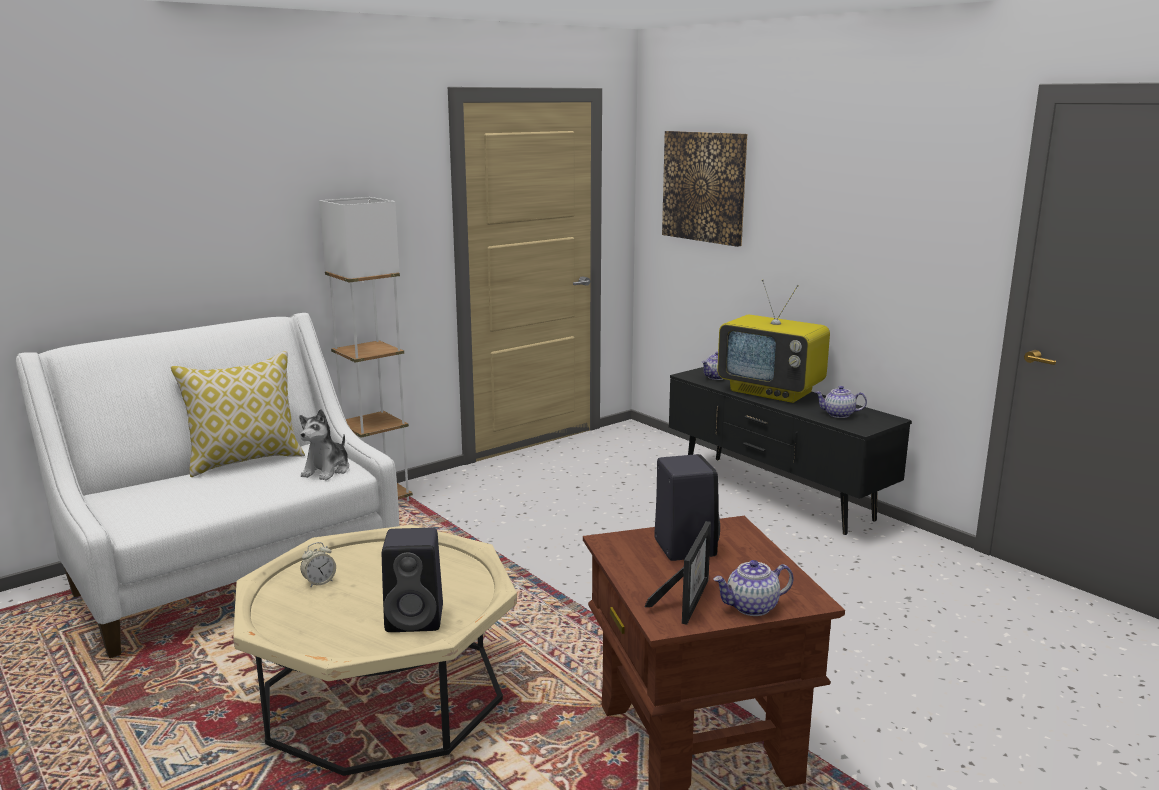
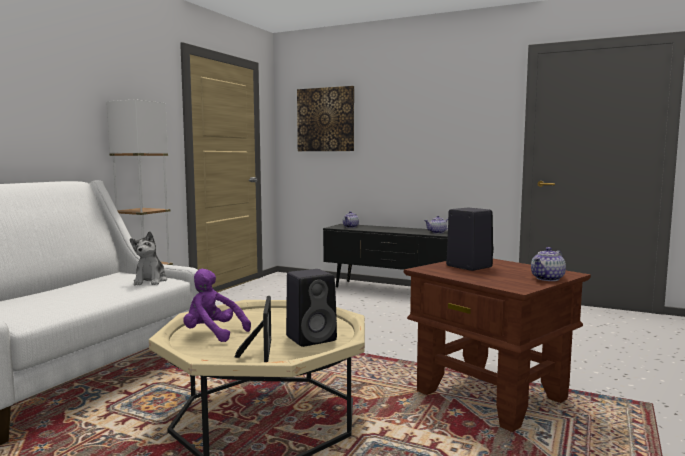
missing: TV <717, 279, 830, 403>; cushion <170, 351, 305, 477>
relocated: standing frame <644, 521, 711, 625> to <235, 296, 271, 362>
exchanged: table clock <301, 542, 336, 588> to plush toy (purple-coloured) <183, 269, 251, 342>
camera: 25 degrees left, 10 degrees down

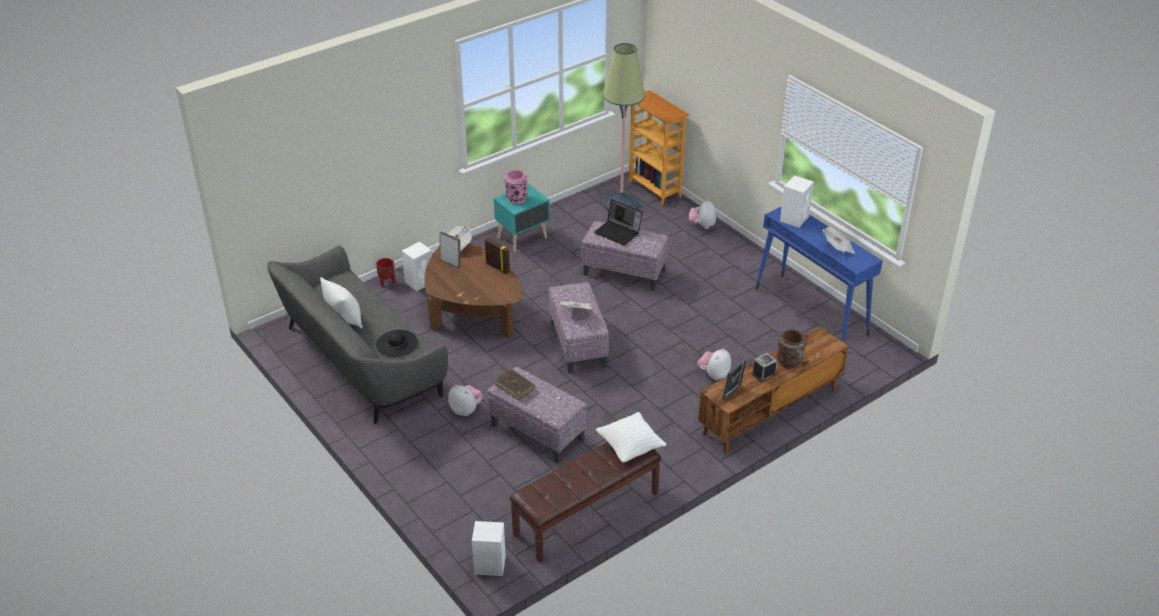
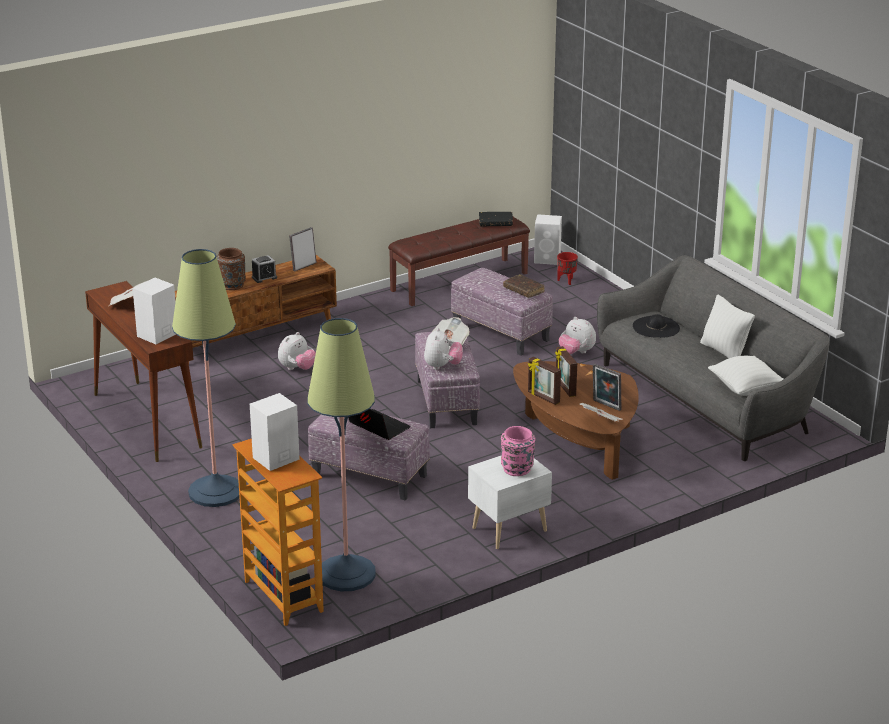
appeared: bound book (black) <479, 212, 513, 227>; standard lamp <172, 249, 240, 507>; standing frame <555, 346, 577, 397>
relocated: plush toy <689, 200, 716, 229> to <424, 328, 463, 370>; speaker (whitish) <402, 242, 432, 291> to <250, 393, 300, 471>; flower pot (red-coloured) <376, 258, 395, 287> to <557, 252, 578, 285>; cushion (whitish) <596, 412, 666, 463> to <708, 356, 783, 396>
colour: nightstand (blue-green) <494, 184, 550, 252> to nightstand (whitish) <468, 456, 552, 549>; hall table (bluish) <755, 207, 883, 342> to hall table (brownish) <85, 281, 202, 462>
camera: 175 degrees left, 10 degrees down

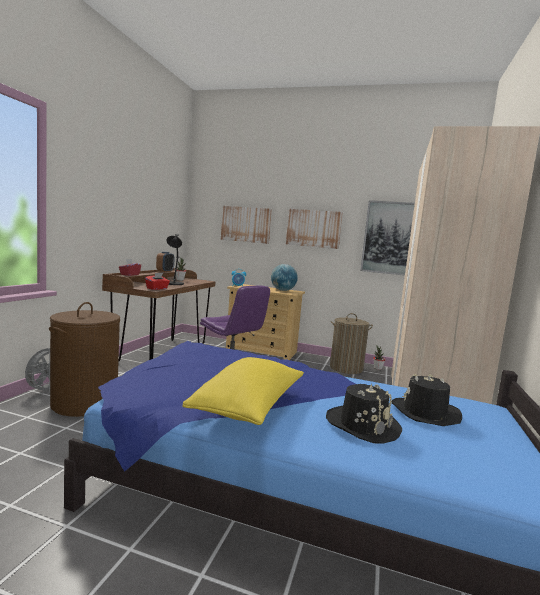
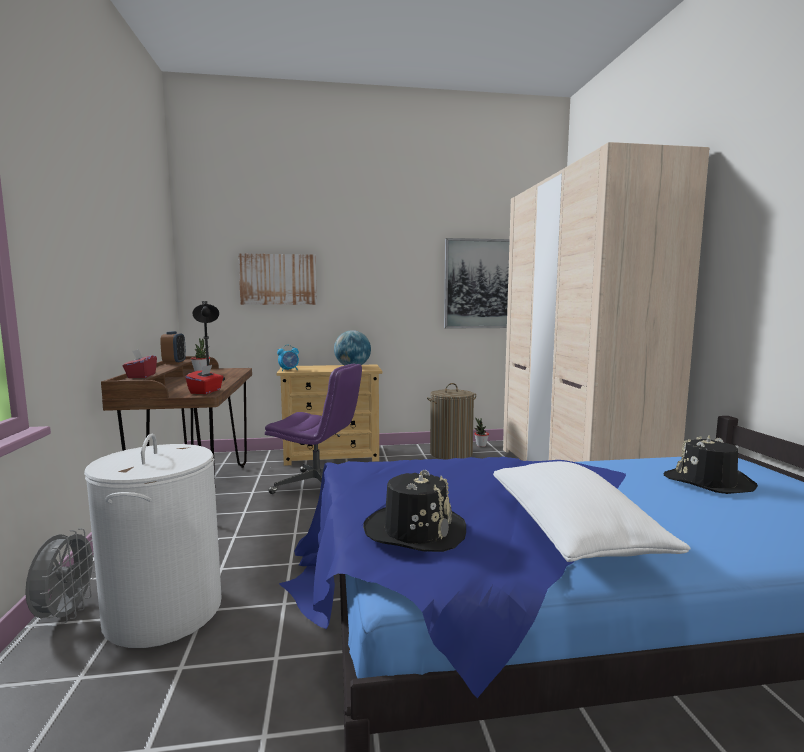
missing: picture <286, 209, 343, 249>
relocated: hat (black) <326, 384, 402, 444> to <363, 470, 466, 552>
colour: washing basket (brownish) <49, 302, 120, 417> to washing basket (whitish) <84, 434, 222, 648>; cushion (yellow-coloured) <182, 357, 304, 425> to cushion (whitish) <493, 461, 691, 562>
camera: 25 degrees left, 0 degrees up

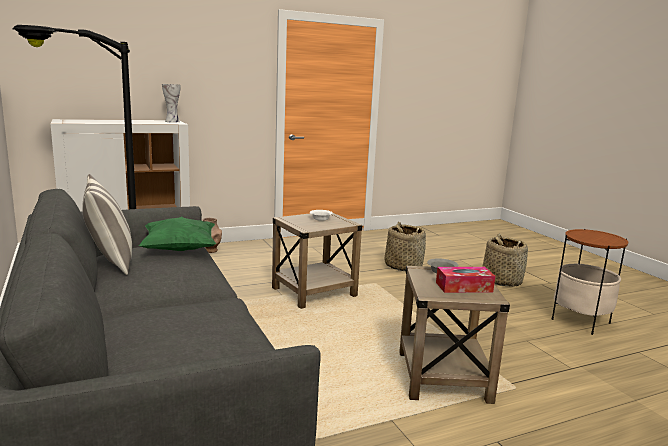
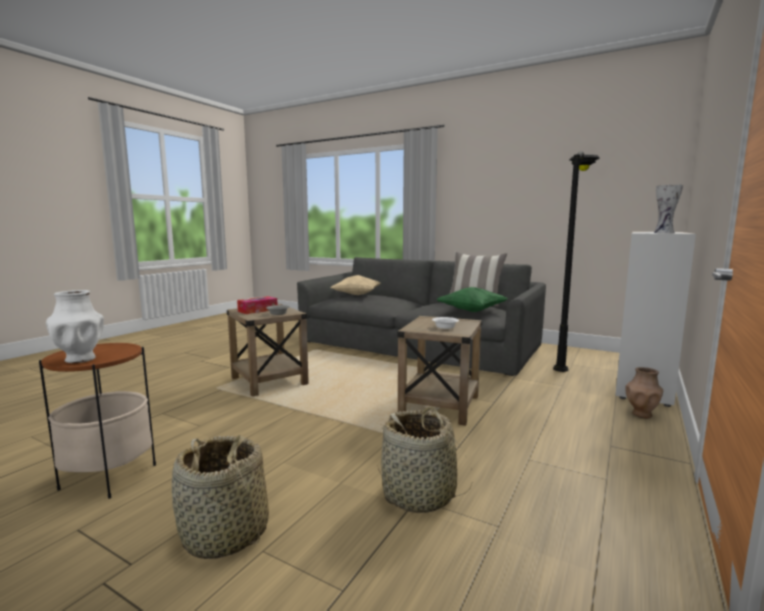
appeared: cushion (sand-coloured) <330, 275, 381, 295>; decorative vase (whitish) <46, 290, 104, 363>
camera: 145 degrees right, 5 degrees down

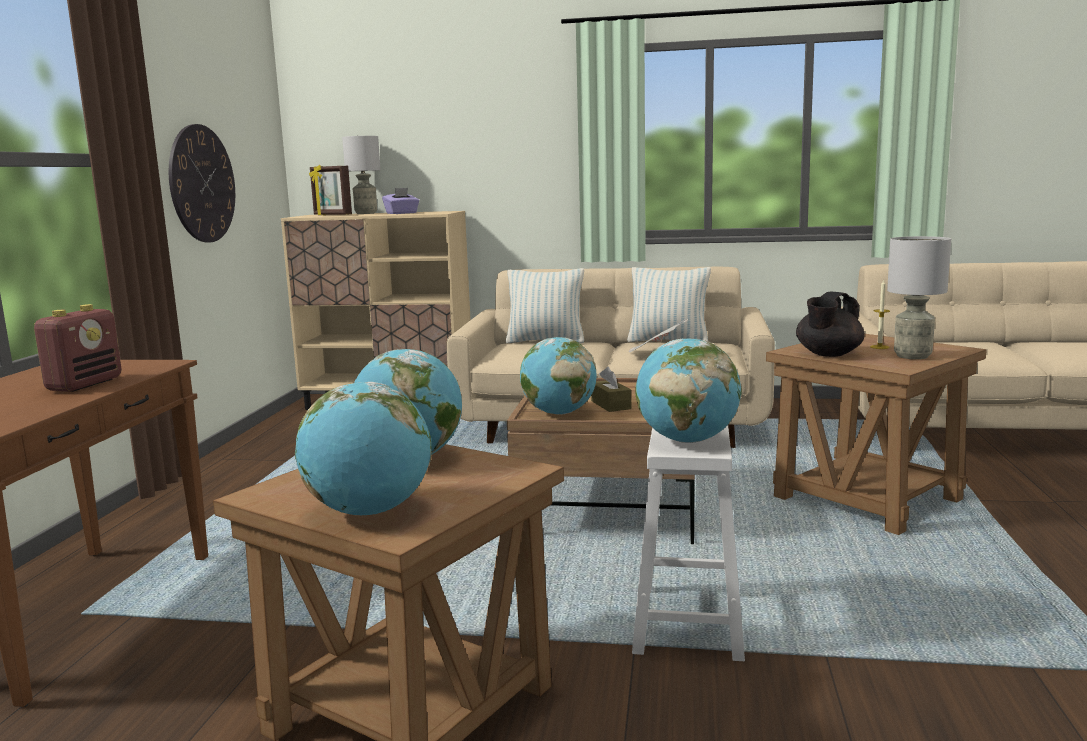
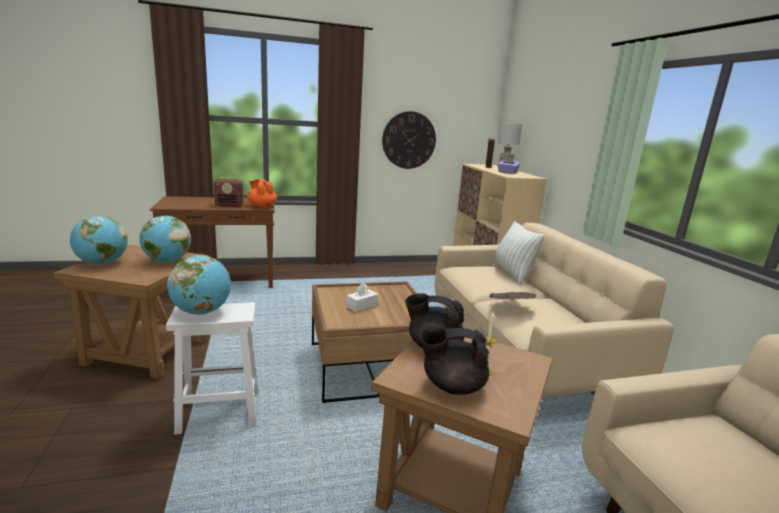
missing: cushion <627, 267, 711, 342>; world globe <520, 337, 597, 415>
appeared: pot for tea (orange-coloured) <247, 179, 277, 208>
exchanged: lamp for a table (grey) <887, 236, 951, 359> to pot for tea (black) <420, 327, 489, 395>
colour: tissue holder (brownish) <591, 367, 631, 412> to tissue holder (whitish) <346, 283, 379, 312>
camera: 65 degrees right, 5 degrees up

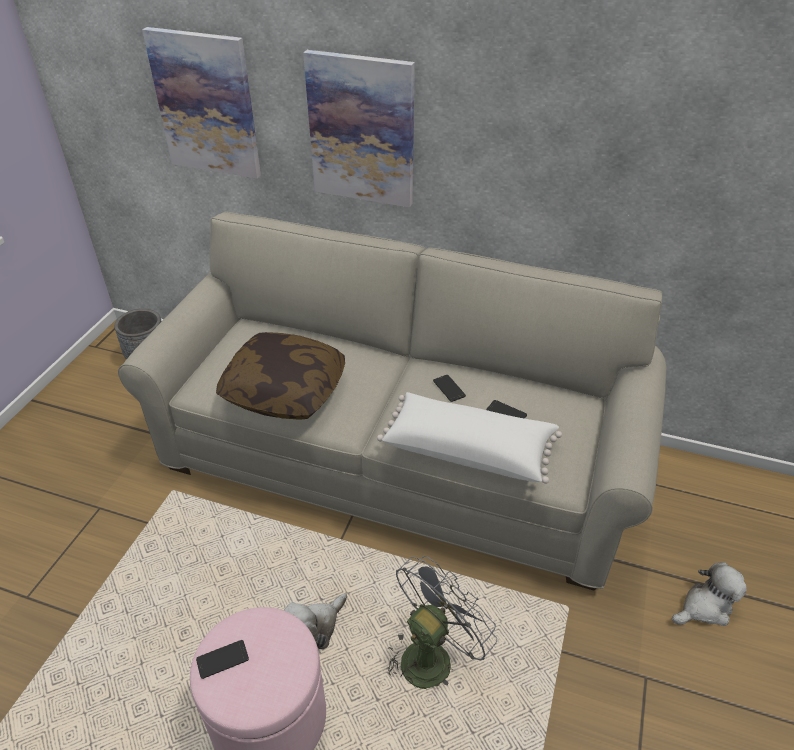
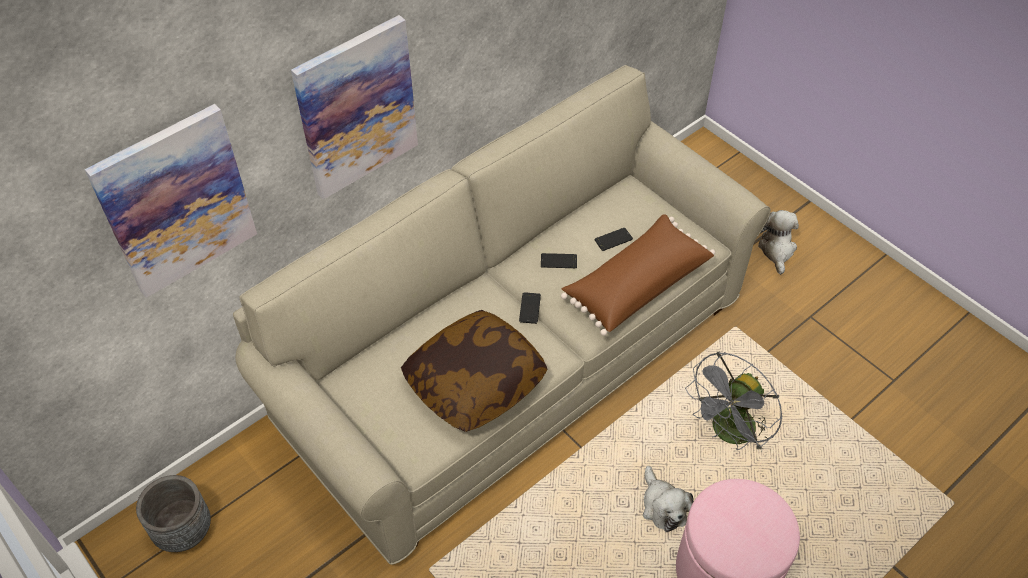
relocated: phone <196, 640, 249, 679> to <519, 292, 541, 324>
colour: cushion (whitish) <377, 392, 562, 484> to cushion (brownish) <561, 214, 715, 336>
spun: fan (grey) <388, 556, 497, 689> = <685, 352, 782, 451> 120 degrees counterclockwise
camera: 60 degrees left, 10 degrees up

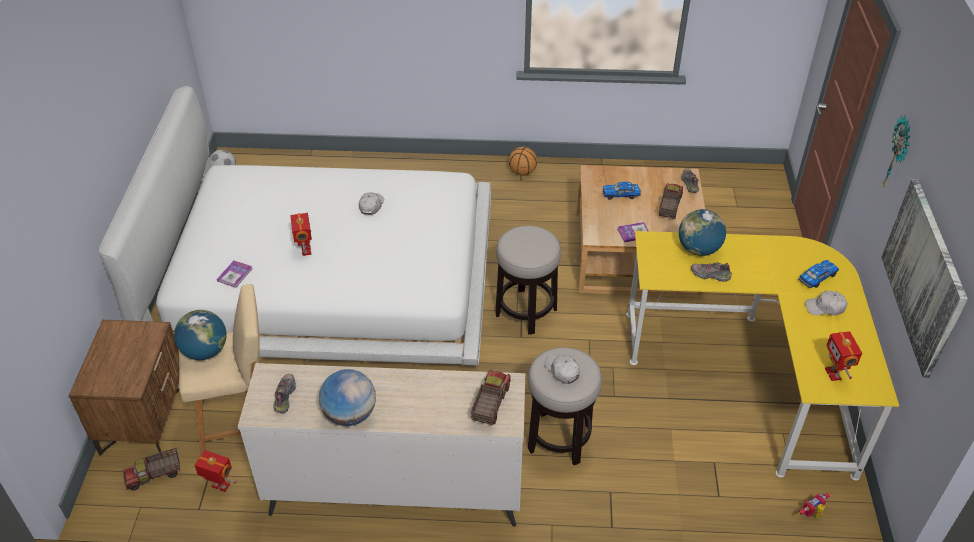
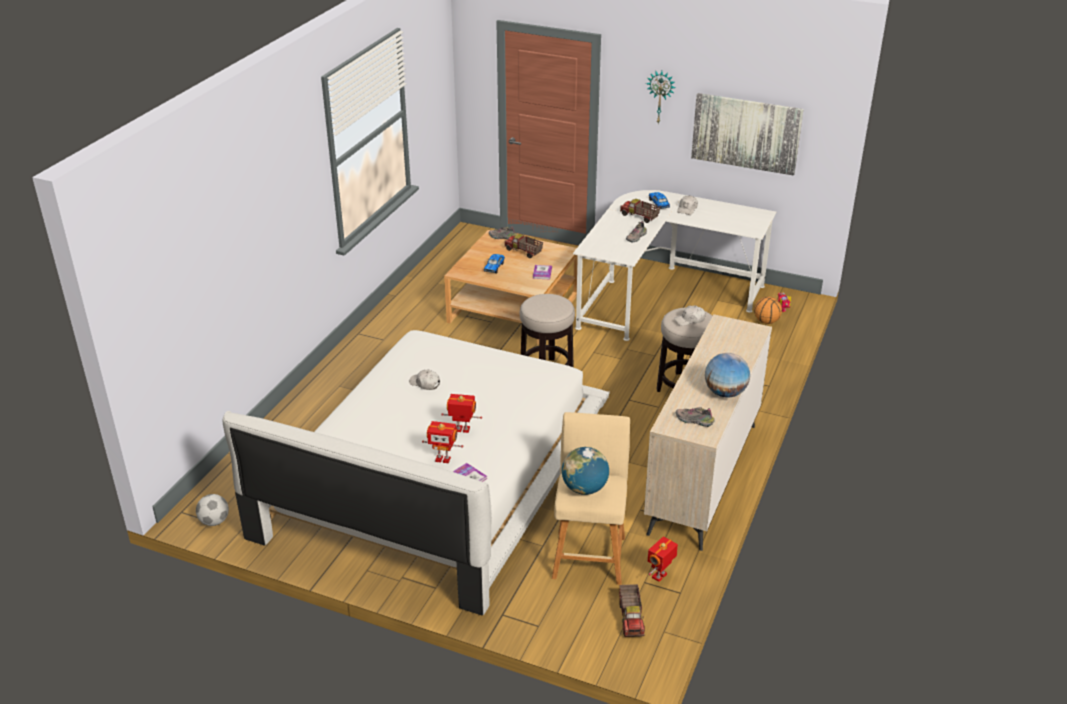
missing: world globe <679, 209, 726, 256>; nightstand (brownish) <69, 320, 179, 457>
relocated: basketball <509, 147, 537, 176> to <754, 297, 782, 324>; robot figure <825, 331, 862, 381> to <422, 421, 463, 464>; toy truck <471, 370, 511, 425> to <620, 199, 661, 223>
colour: desk unit (yellow-coloured) <626, 231, 899, 481> to desk unit (whitish) <573, 190, 776, 341>
camera: 70 degrees left, 10 degrees down

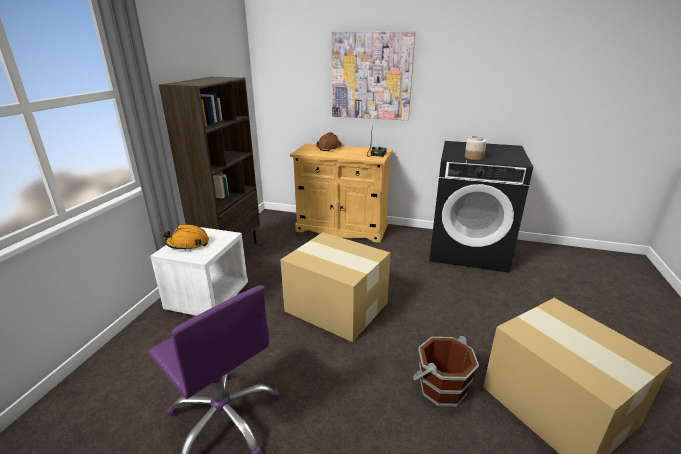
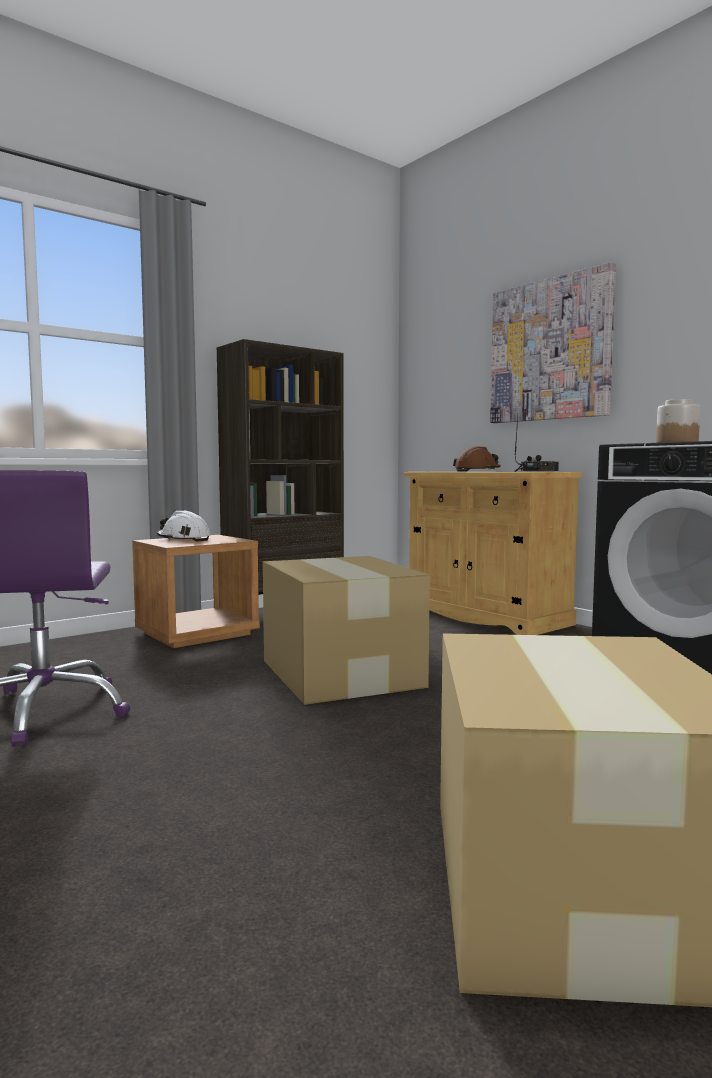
missing: bucket (brownish) <413, 336, 479, 407>
colour: hard hat (orange-coloured) <163, 225, 209, 251> to hard hat (whitish) <157, 511, 211, 542>; nightstand (whitish) <150, 227, 248, 316> to nightstand (brownish) <132, 535, 260, 648>
camera: 35 degrees right, 20 degrees down

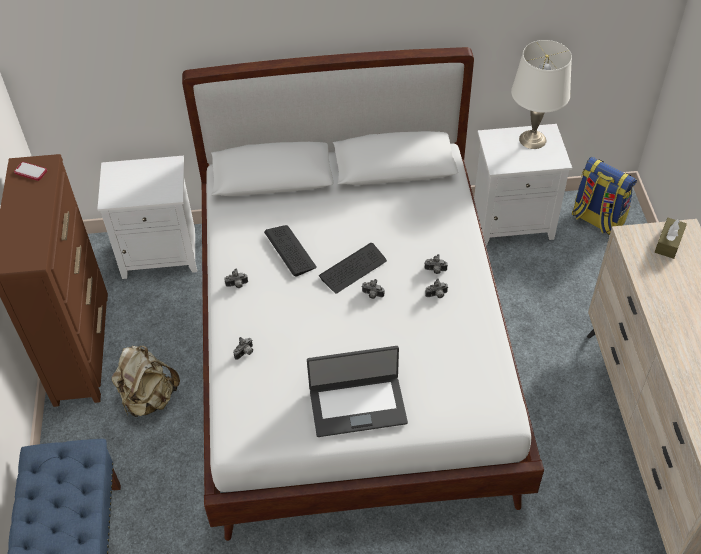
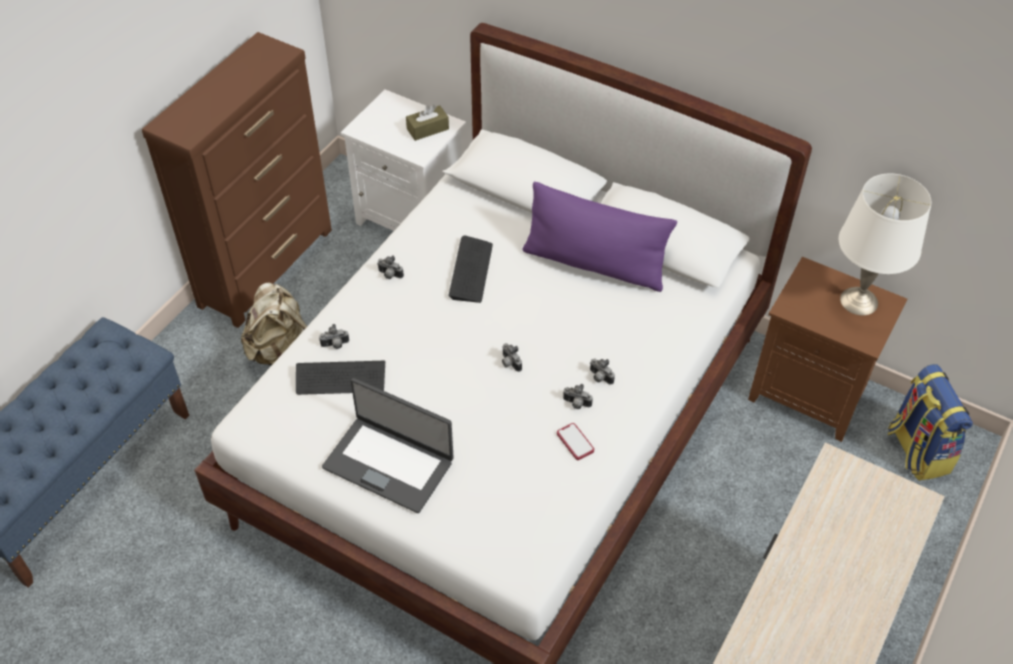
appeared: cushion (purple-coloured) <523, 182, 677, 292>
relocated: phone <14, 162, 47, 181> to <557, 423, 594, 460>; tissue holder (brownish) <655, 218, 687, 259> to <406, 104, 449, 141>; computer keyboard <319, 243, 387, 294> to <296, 361, 385, 395>
colour: nightstand (whitish) <474, 124, 572, 246> to nightstand (brownish) <748, 257, 907, 442>
camera: 35 degrees right, 0 degrees up

